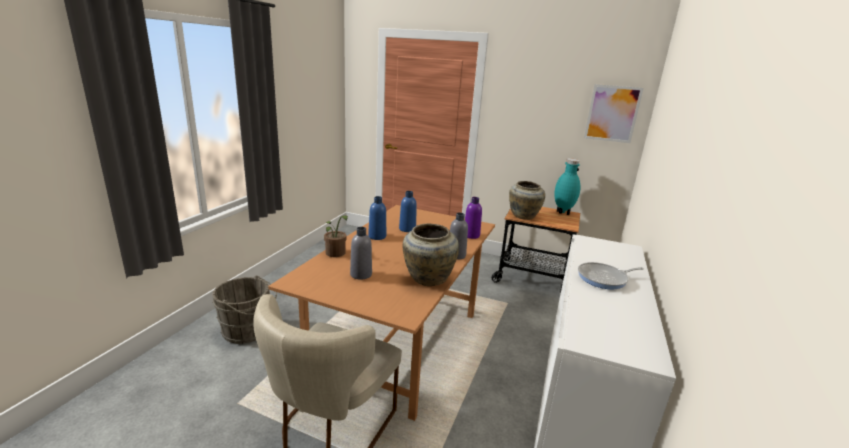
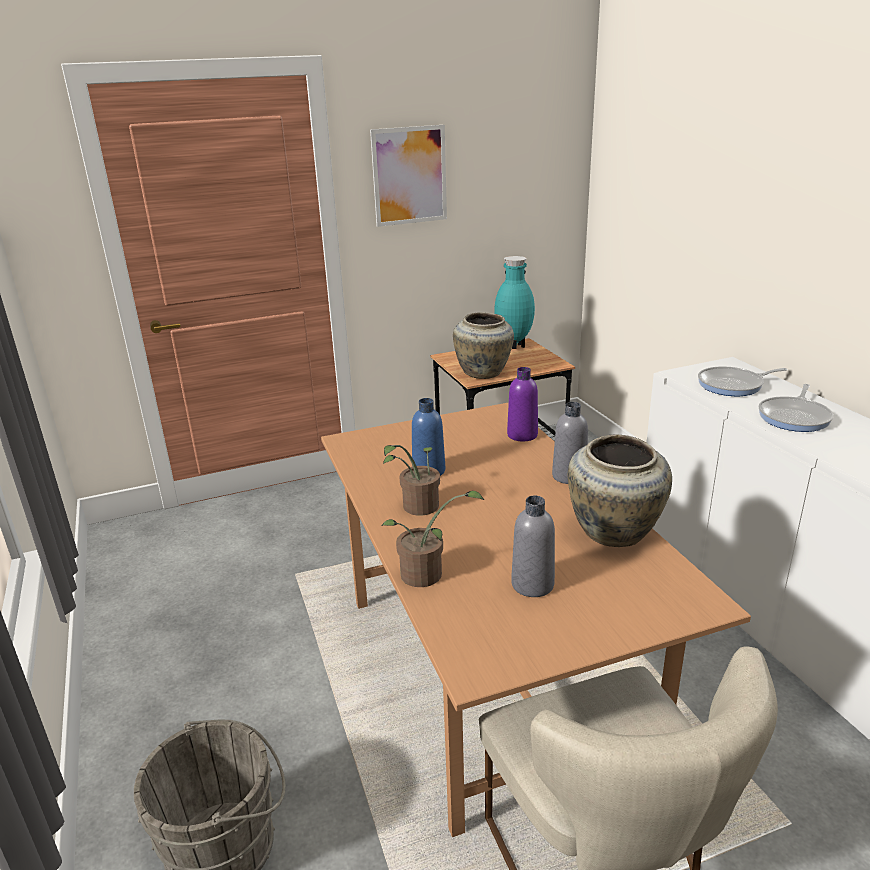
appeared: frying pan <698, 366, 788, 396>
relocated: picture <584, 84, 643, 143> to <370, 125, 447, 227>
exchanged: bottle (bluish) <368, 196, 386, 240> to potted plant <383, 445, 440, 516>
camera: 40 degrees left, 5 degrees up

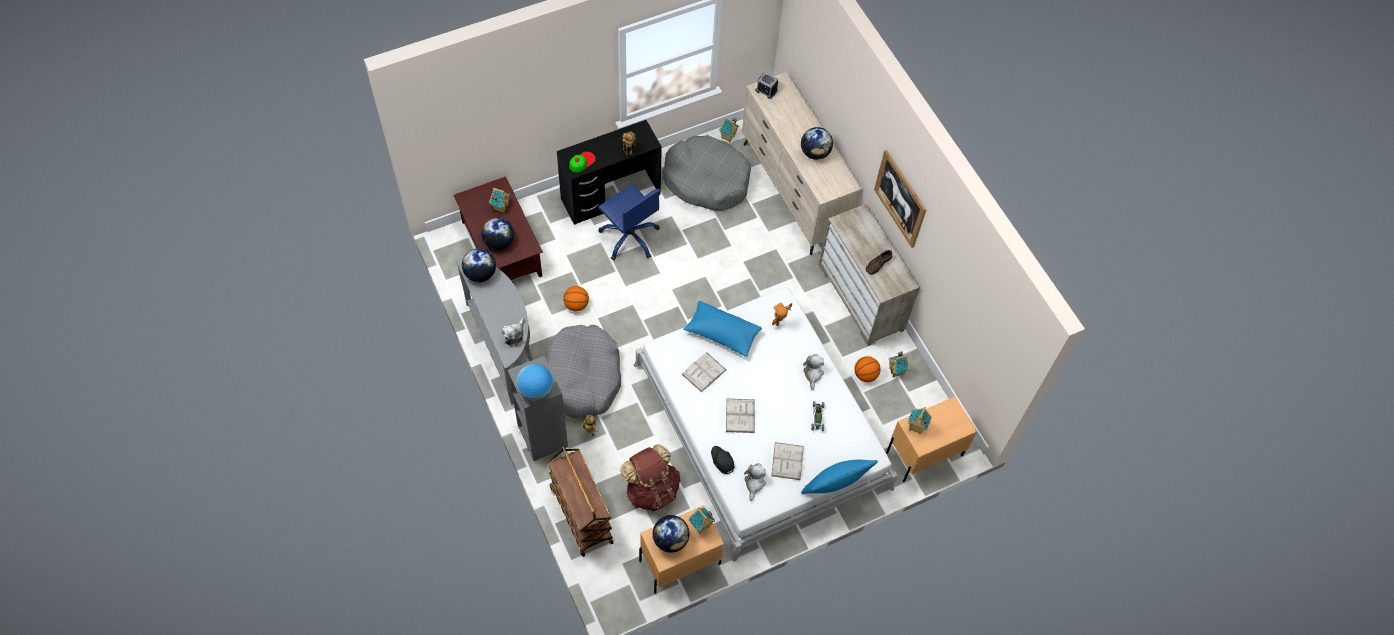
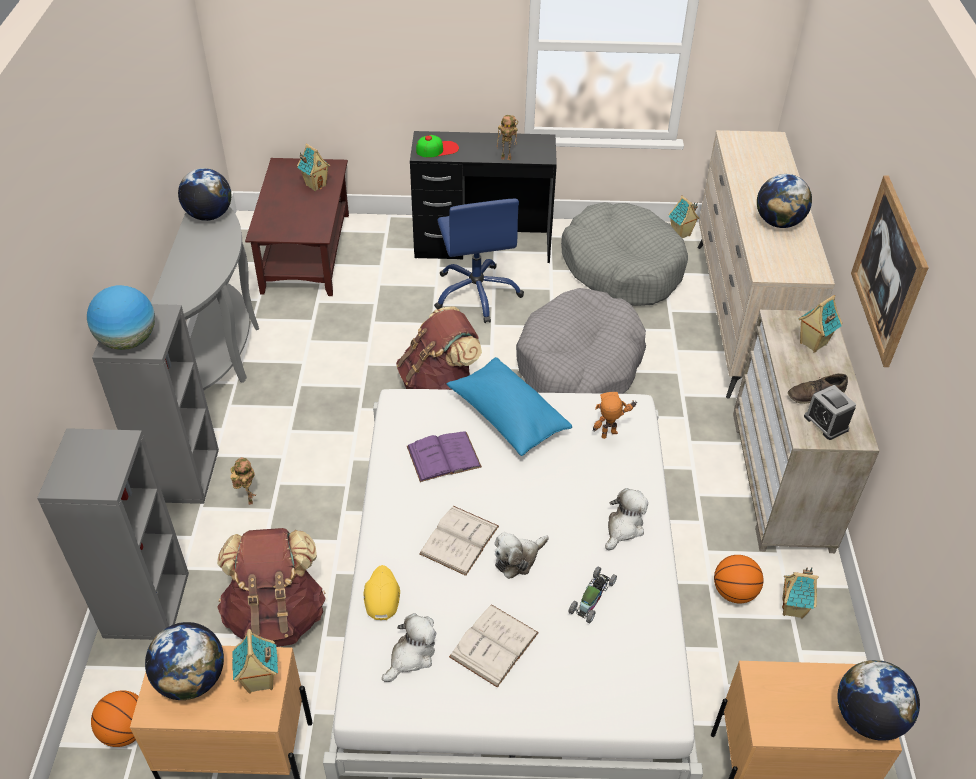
missing: cushion (bluish) <801, 460, 877, 494>
appeared: backpack (brownish) <396, 307, 482, 390>
relocated: table clock <755, 72, 778, 99> to <804, 385, 857, 440>; world globe <482, 218, 514, 250> to <838, 660, 920, 741>; basketball <563, 286, 589, 311> to <91, 690, 139, 747>; plush toy <502, 317, 525, 347> to <495, 532, 549, 579>; pet bed (grey) <544, 325, 621, 419> to <516, 288, 646, 394>; model house <908, 407, 931, 434> to <798, 295, 842, 353>
exchanged: trolley (brownish) <547, 445, 614, 557> to shelving unit (grey) <37, 428, 189, 640>
colour: bound book (whitish) <682, 352, 726, 392> to bound book (purple-coloured) <407, 431, 482, 482>; peaked cap (black) <711, 446, 735, 474> to peaked cap (yellow-coloured) <364, 565, 400, 620>
camera: 30 degrees right, 15 degrees down

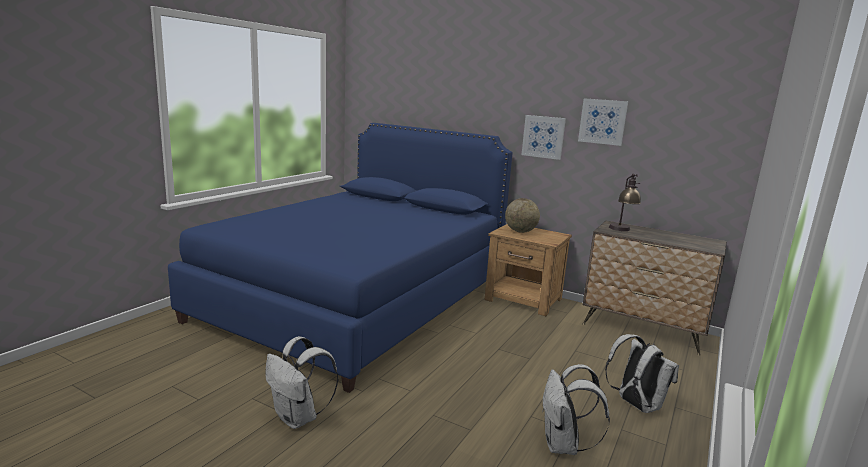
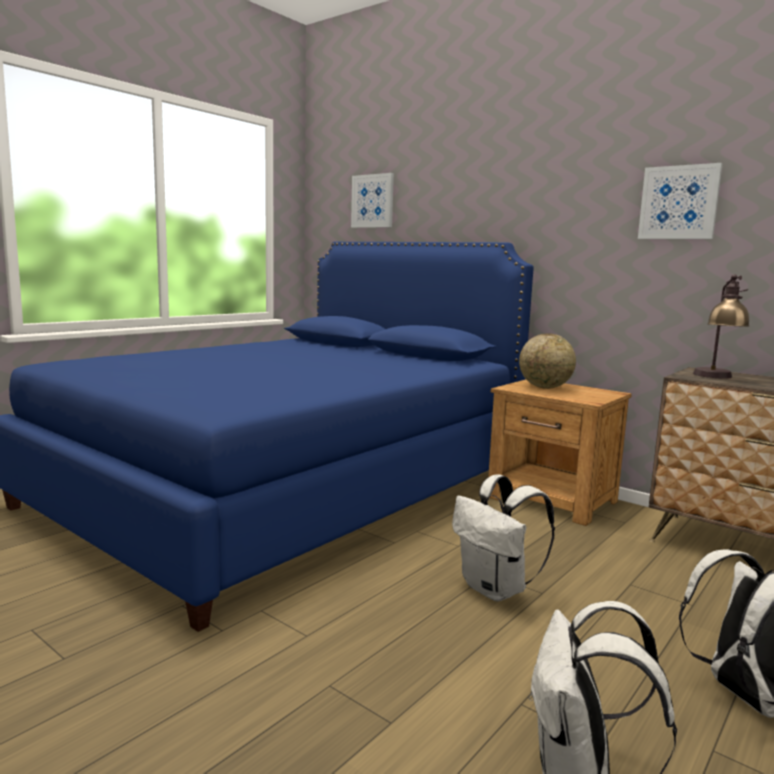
relocated: picture <522, 115, 566, 160> to <351, 173, 394, 228>; backpack (whitish) <265, 336, 338, 429> to <452, 475, 555, 601>
camera: 10 degrees right, 5 degrees down

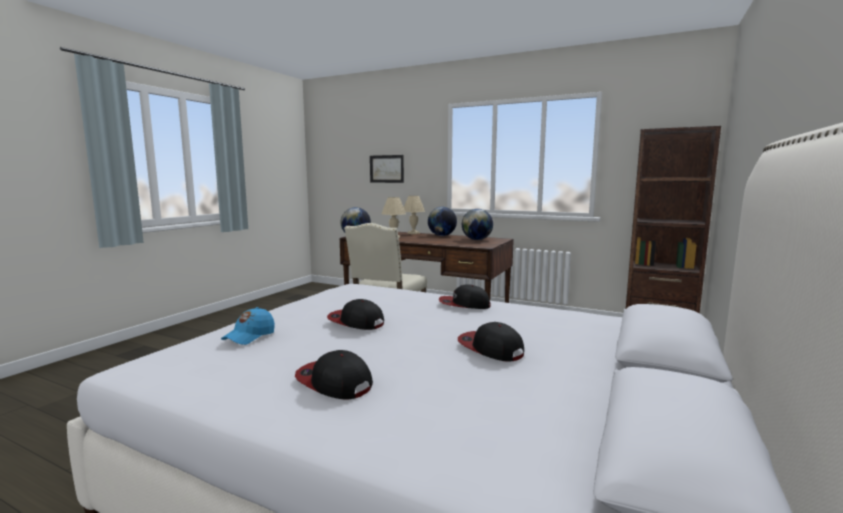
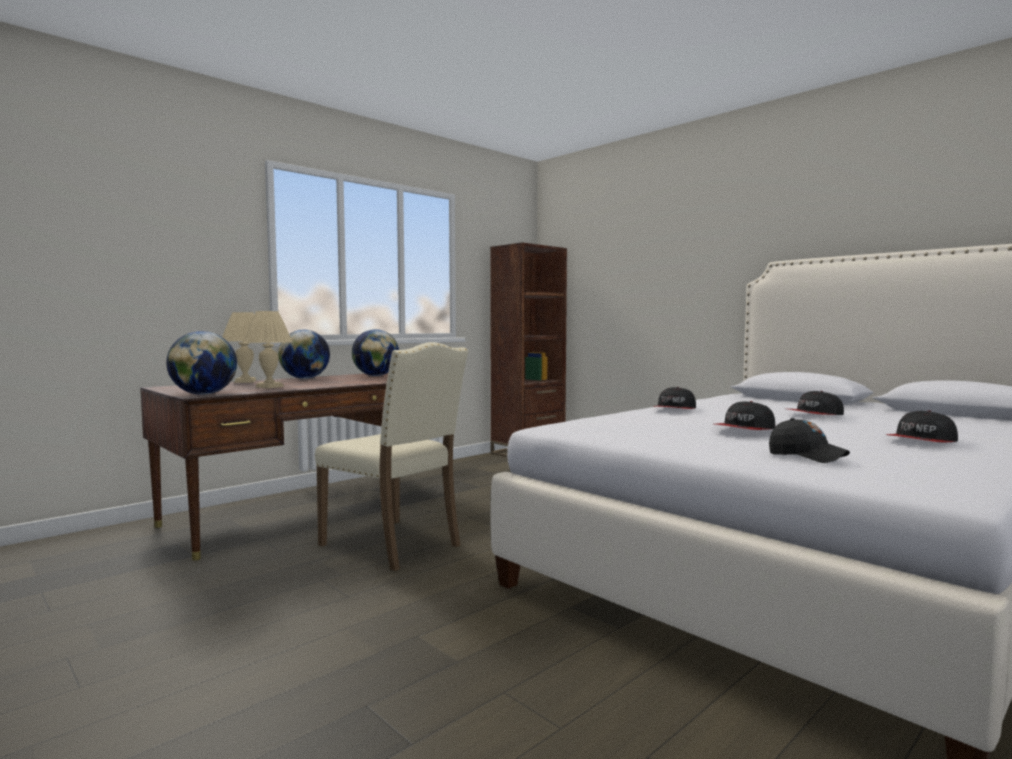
missing: picture <370, 155, 404, 183>
colour: peaked cap (bluish) <221, 307, 275, 345> to peaked cap (black) <769, 418, 850, 463>
camera: 70 degrees left, 5 degrees down

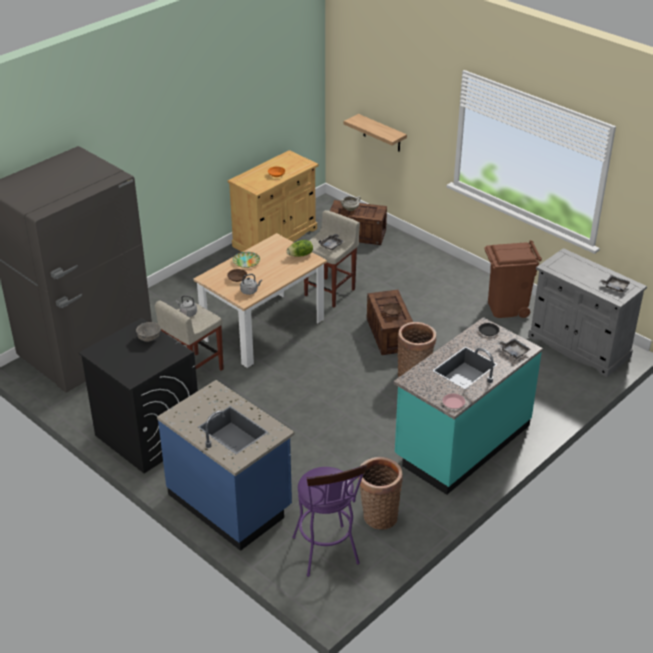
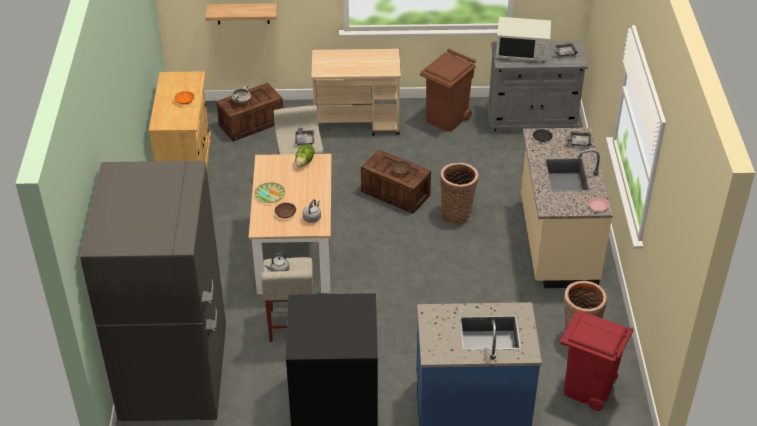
missing: serving bowl (grey) <136, 322, 161, 342>
appeared: microwave oven (whitish) <495, 17, 551, 62>; trolley (sand-coloured) <311, 49, 401, 136>
exchanged: stool (purple-coloured) <292, 464, 367, 577> to rubbish bin (red-coloured) <560, 311, 634, 411>
colour: counter (blue-green) <394, 317, 543, 495> to counter (sand-coloured) <521, 128, 613, 288>
camera: 45 degrees left, 5 degrees up

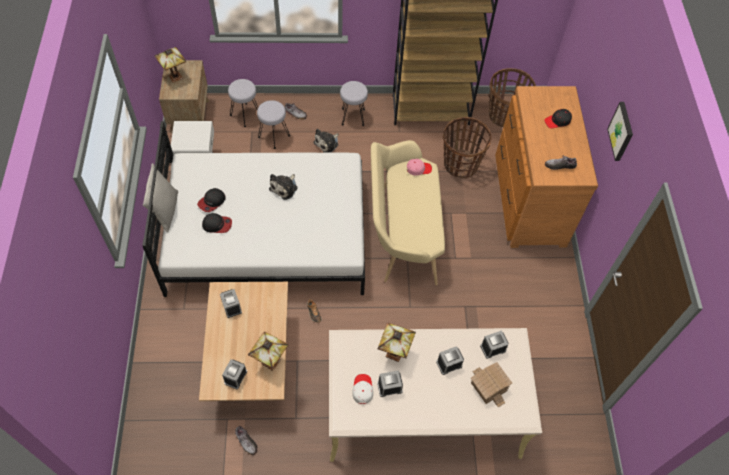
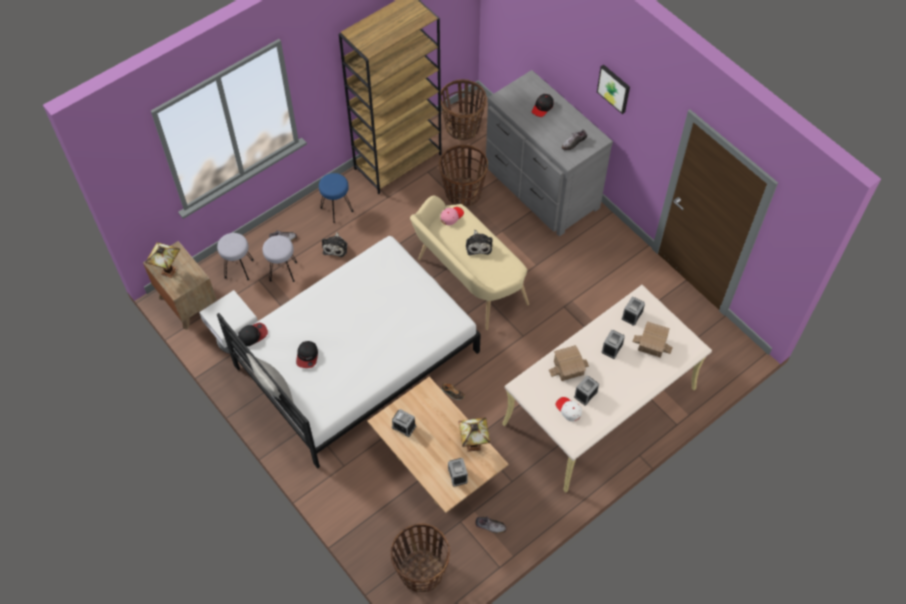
appeared: storage basket <391, 523, 450, 592>
relocated: plush toy <269, 174, 297, 200> to <466, 230, 493, 255>; peaked cap <202, 213, 232, 233> to <238, 323, 268, 346>
exchanged: lamp for a table <377, 323, 416, 362> to model house <549, 345, 589, 381>
colour: stool (grey) <340, 81, 368, 126> to stool (bluish) <319, 173, 353, 223>; chest of drawers (brownish) <495, 86, 598, 248> to chest of drawers (grey) <486, 70, 613, 236>
camera: 35 degrees left, 0 degrees up

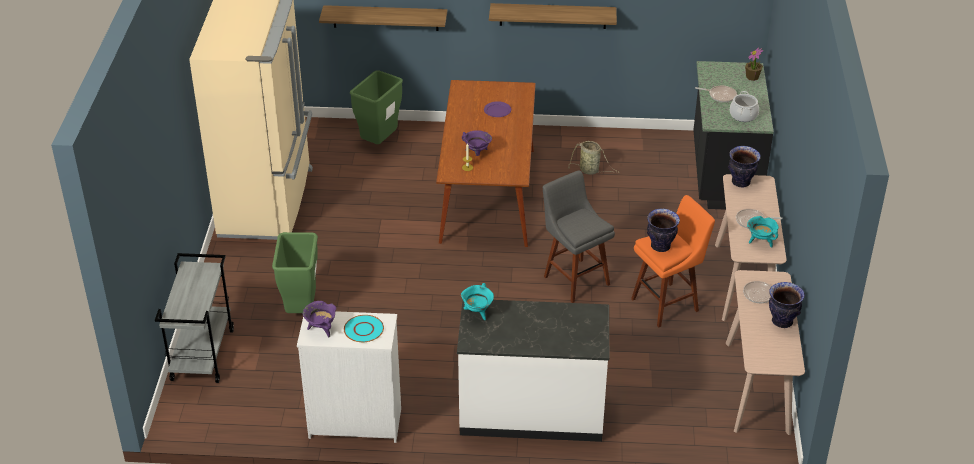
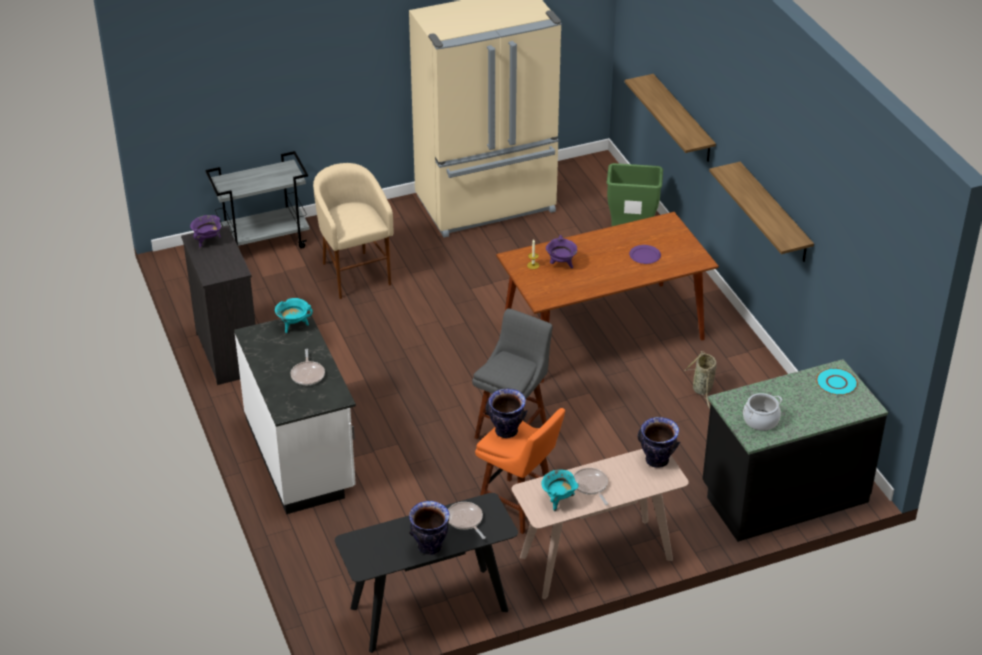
missing: potted plant <745, 47, 763, 81>
relocated: frying pan <695, 86, 737, 103> to <291, 349, 325, 385>; plate (blue-green) <344, 315, 384, 342> to <816, 368, 858, 395>
exchanged: rubbish bin (greenish) <272, 232, 318, 313> to stool (sand-coloured) <313, 163, 393, 299>
colour: hall table (sand-coloured) <725, 270, 805, 435> to hall table (black) <335, 493, 518, 653>; chest of drawers (whitish) <297, 311, 401, 443> to chest of drawers (black) <181, 225, 256, 385>
camera: 65 degrees right, 0 degrees up

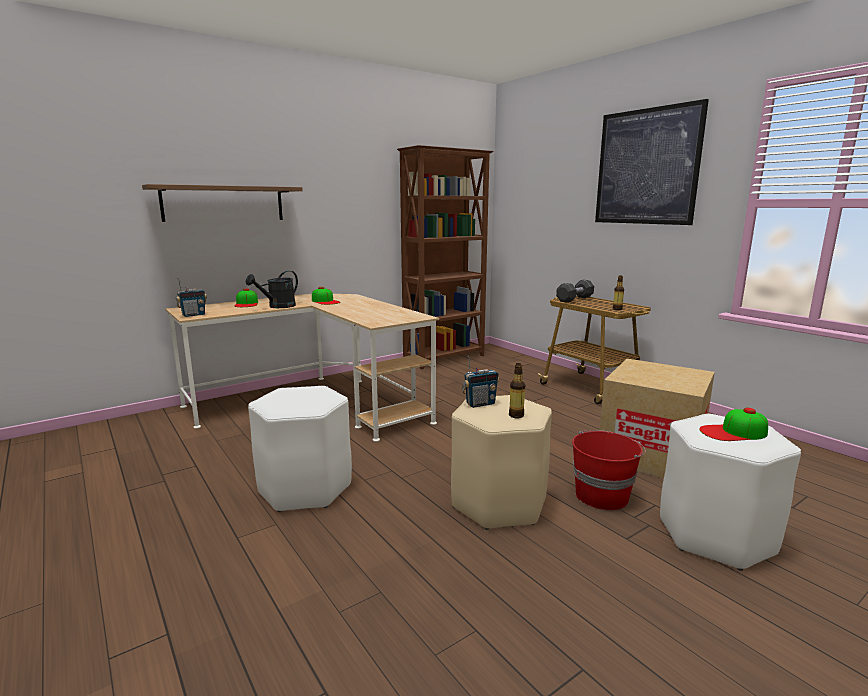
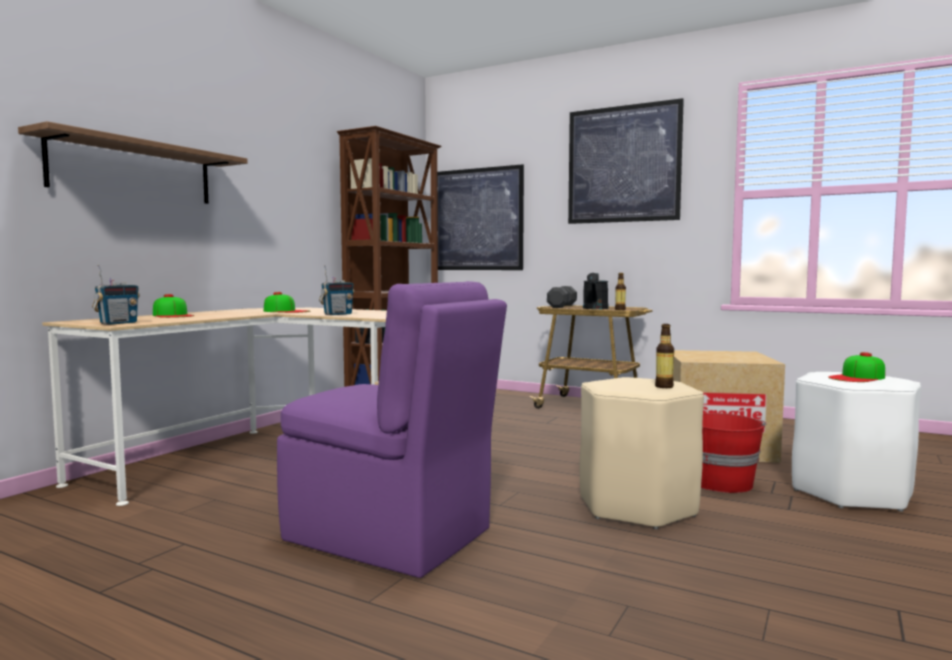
appeared: picture <437, 164, 524, 270>
relocated: watering can (black) <246, 271, 298, 308> to <583, 273, 608, 309>; radio set <462, 356, 499, 408> to <319, 265, 354, 315>
exchanged: stool (whitish) <248, 386, 352, 512> to chair (purple-coloured) <277, 281, 507, 578>
camera: 25 degrees left, 10 degrees down

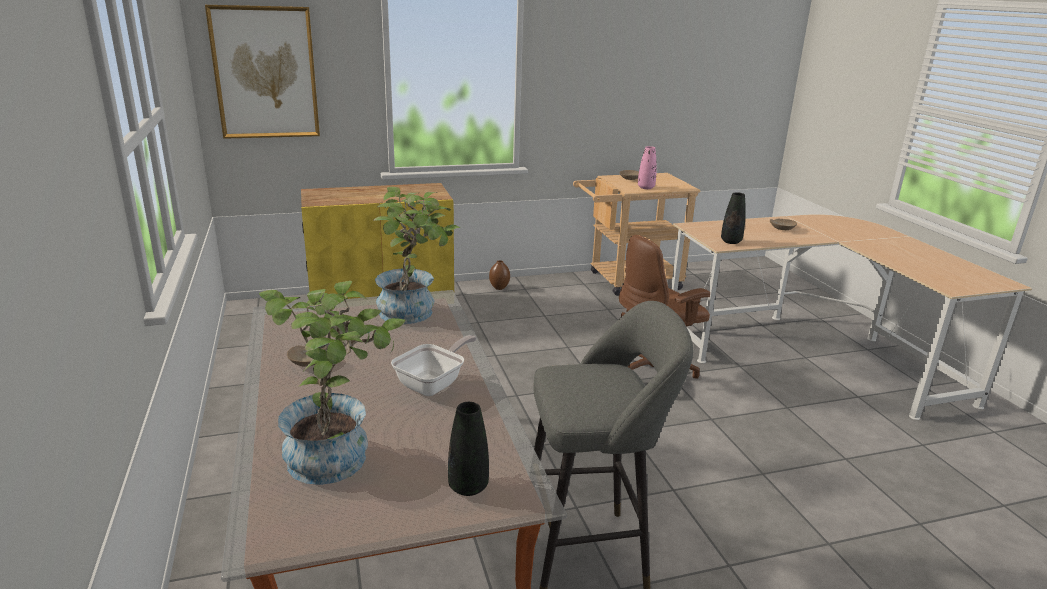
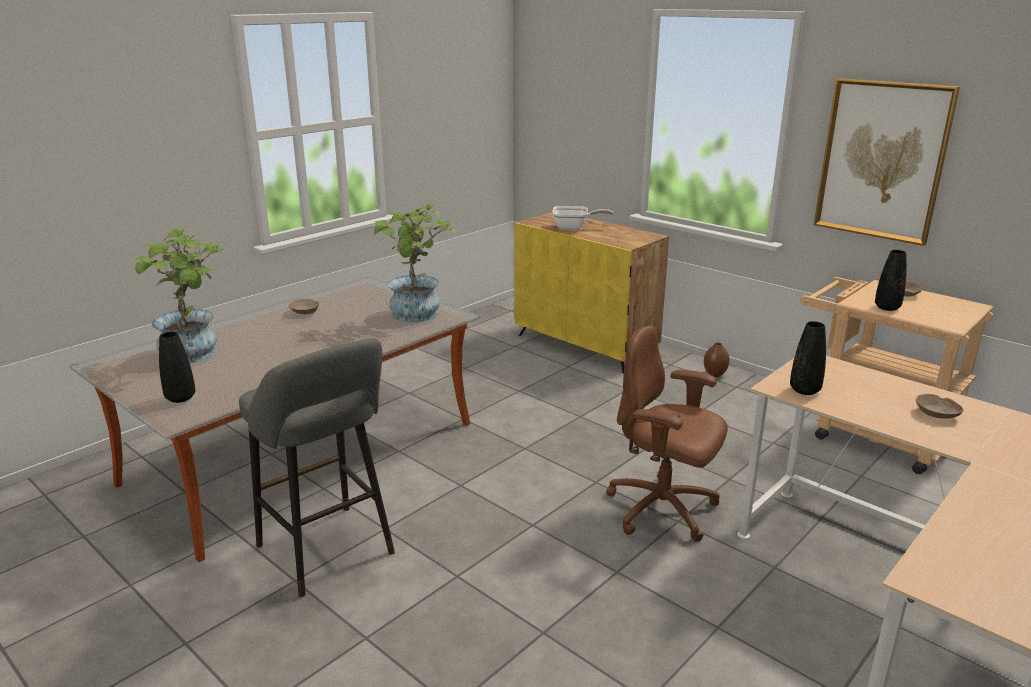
relocated: picture <205, 5, 320, 139> to <814, 78, 960, 246>; frying pan <391, 335, 477, 396> to <552, 206, 613, 230>
colour: decorative vase (pink-coloured) <638, 146, 657, 189> to decorative vase (black) <875, 250, 907, 311>
camera: 60 degrees right, 0 degrees up

